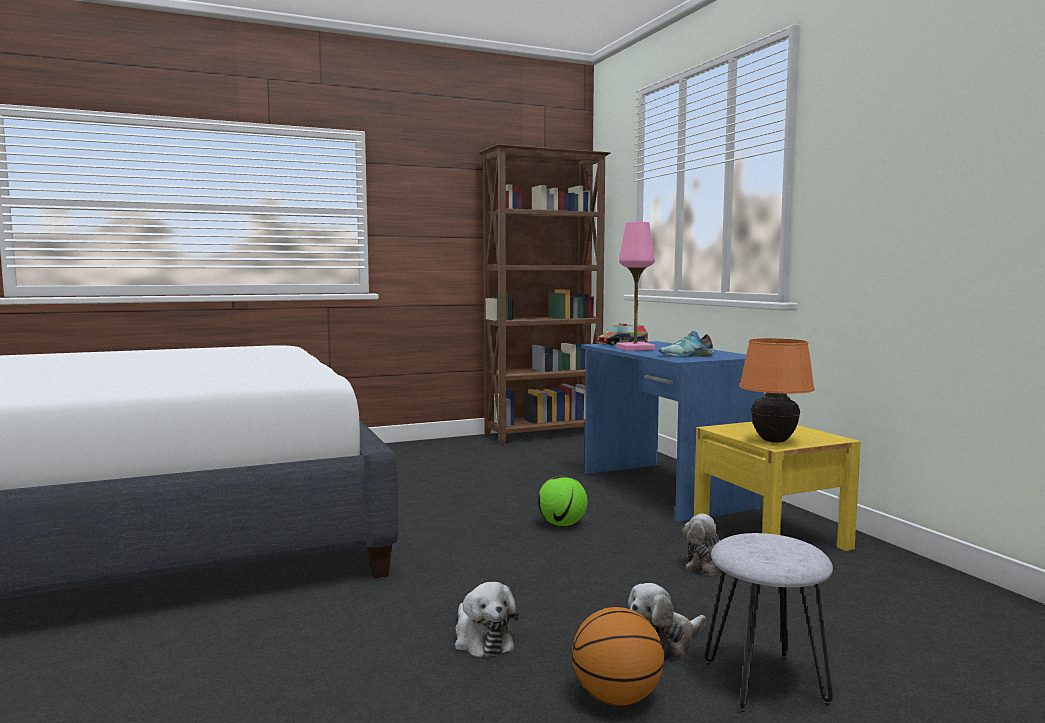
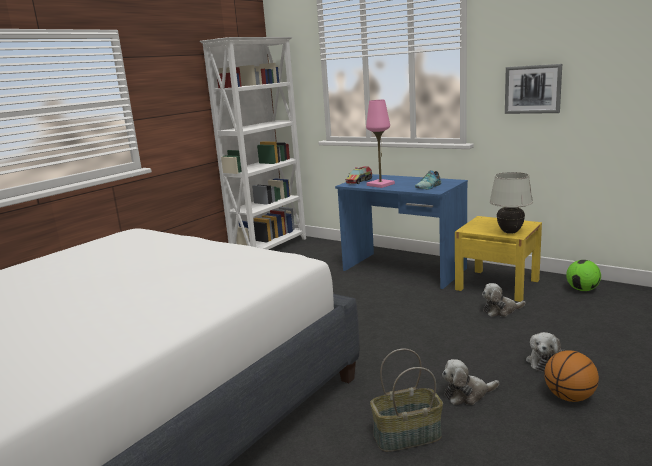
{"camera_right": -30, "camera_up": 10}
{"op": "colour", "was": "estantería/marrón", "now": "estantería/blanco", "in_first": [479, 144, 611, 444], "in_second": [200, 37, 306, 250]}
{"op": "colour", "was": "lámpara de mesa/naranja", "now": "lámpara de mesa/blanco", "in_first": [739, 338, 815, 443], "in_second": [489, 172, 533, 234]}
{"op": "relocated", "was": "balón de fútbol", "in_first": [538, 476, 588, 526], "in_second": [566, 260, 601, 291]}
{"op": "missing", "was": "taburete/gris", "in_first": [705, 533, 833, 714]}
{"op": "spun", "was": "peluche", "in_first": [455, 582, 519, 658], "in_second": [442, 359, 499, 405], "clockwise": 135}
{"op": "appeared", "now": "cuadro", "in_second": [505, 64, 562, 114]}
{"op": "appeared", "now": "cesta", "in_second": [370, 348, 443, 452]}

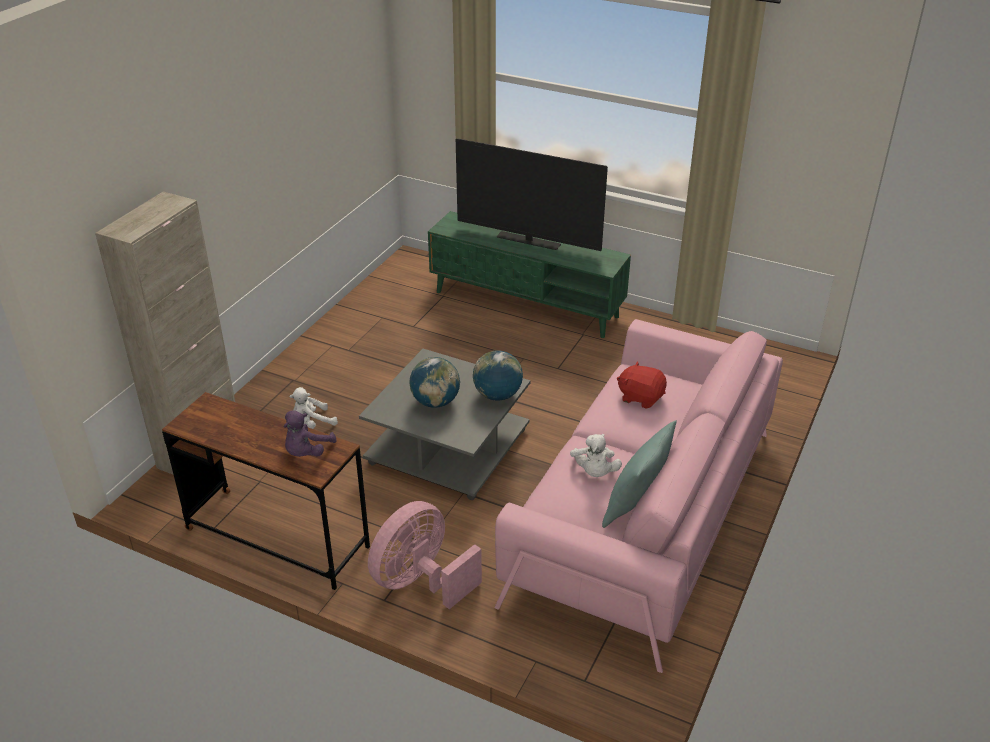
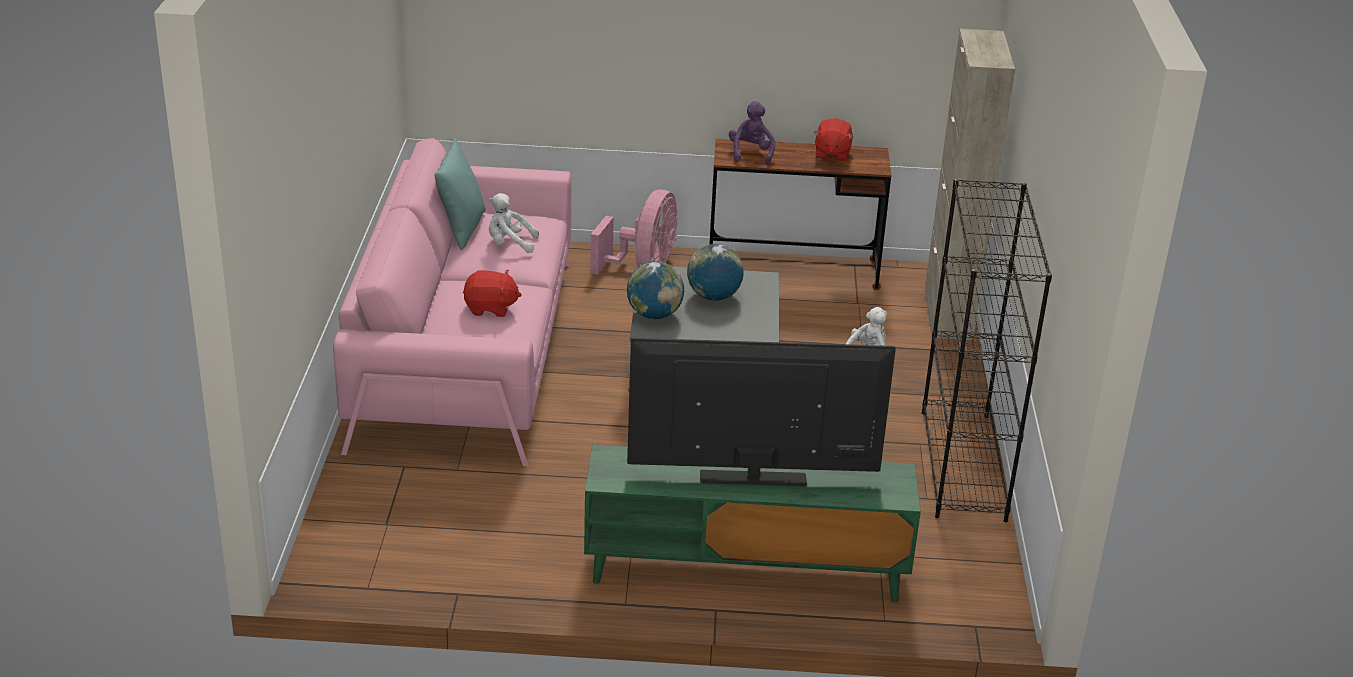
{"camera_right": 155, "camera_up": -5}
{"op": "spun", "was": "peluche/blanco", "in_first": [570, 434, 622, 477], "in_second": [489, 193, 539, 253], "clockwise": -60}
{"op": "appeared", "now": "peluche/rojo", "in_second": [813, 118, 854, 162]}
{"op": "appeared", "now": "estantería/negro", "in_second": [922, 179, 1052, 522]}

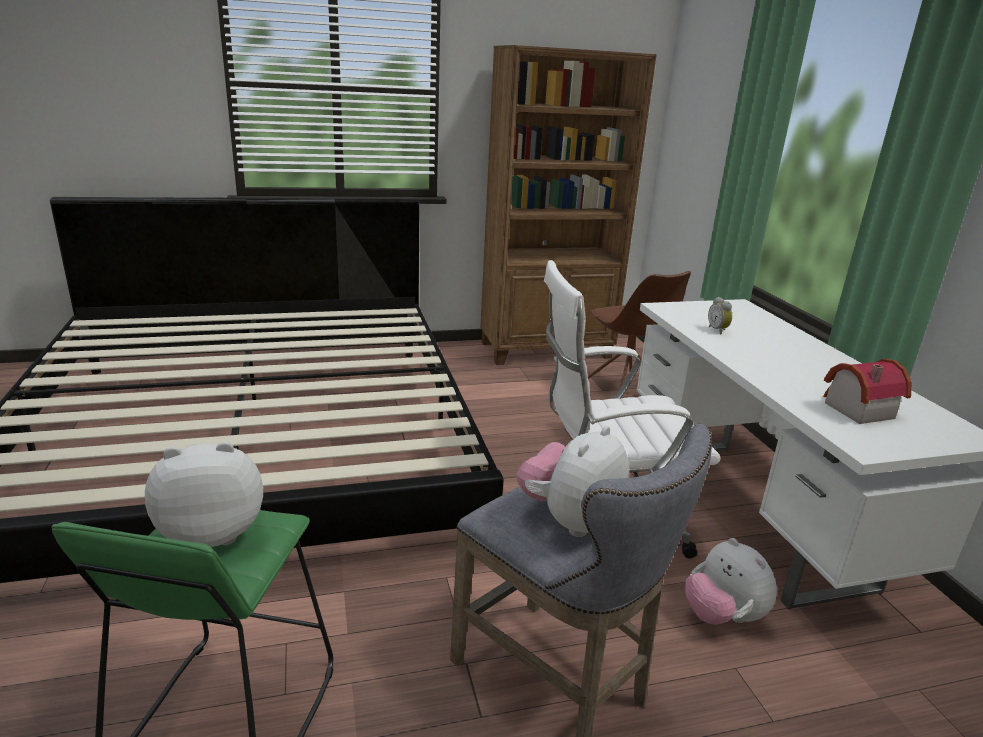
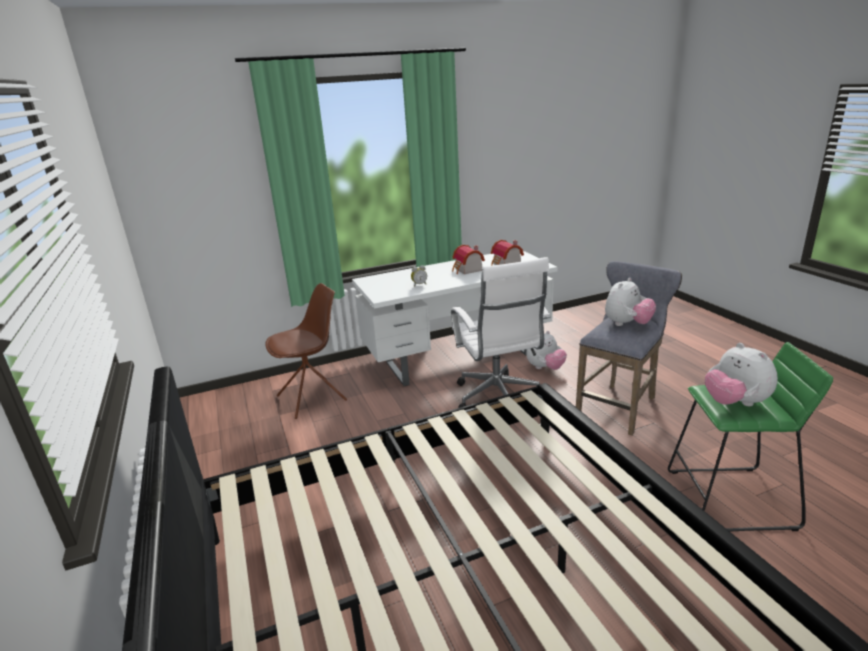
{"camera_right": -95, "camera_up": 0}
{"op": "missing", "was": "estantería/marrón", "in_first": [480, 45, 657, 365]}
{"op": "spun", "was": "peluche", "in_first": [517, 426, 629, 537], "in_second": [605, 278, 656, 326], "clockwise": -75}
{"op": "appeared", "now": "casita", "in_second": [452, 245, 485, 274]}

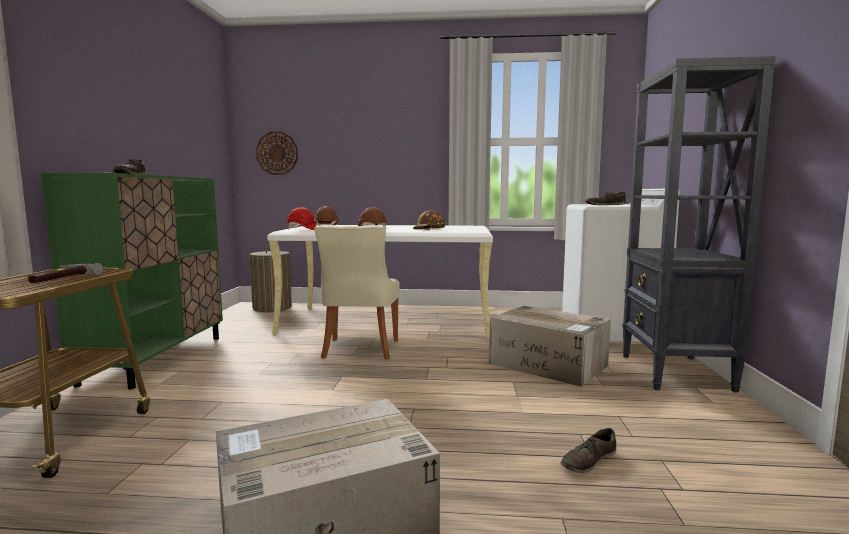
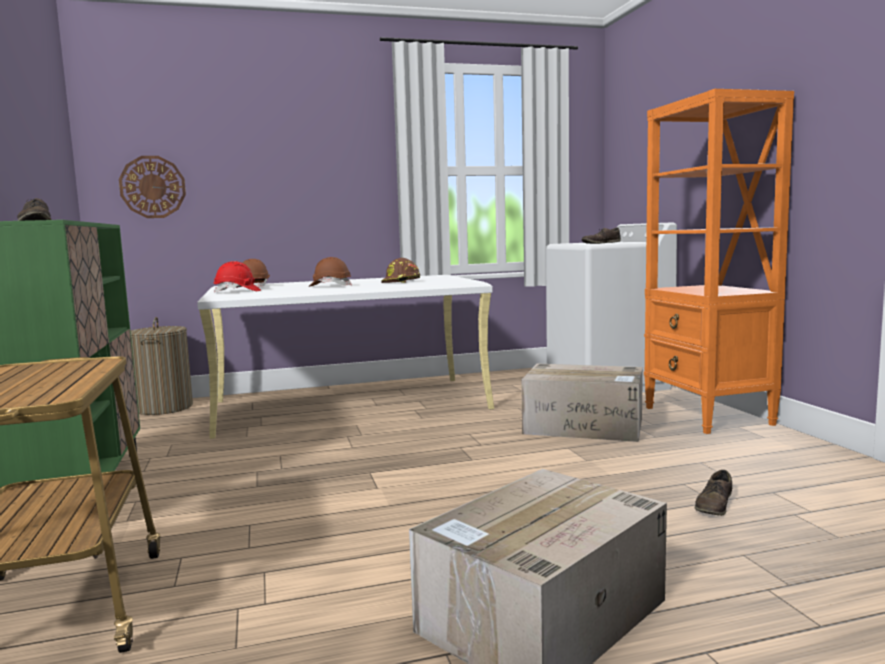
{"camera_right": -20, "camera_up": 0}
{"op": "colour", "was": "estantería/negro", "now": "estantería/naranja", "in_first": [622, 56, 776, 393], "in_second": [644, 89, 794, 434]}
{"op": "missing", "was": "silla/beis", "in_first": [314, 225, 400, 360]}
{"op": "missing", "was": "martillo", "in_first": [28, 263, 103, 283]}

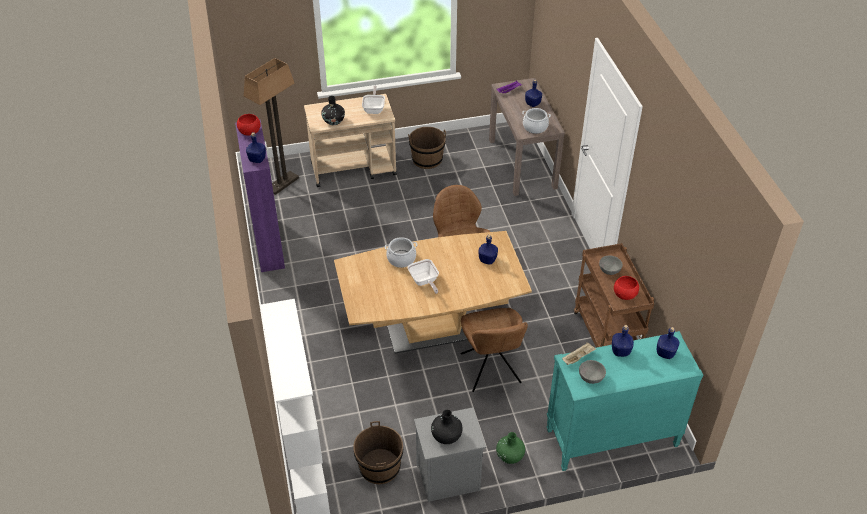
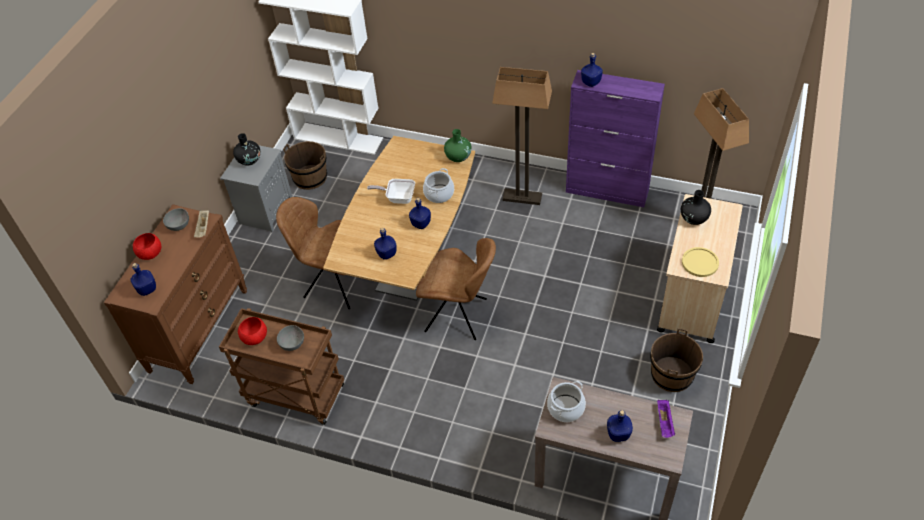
{"camera_right": 125, "camera_up": 5}
{"op": "exchanged", "was": "sartén", "now": "plato/amarillo", "in_first": [362, 86, 385, 114], "in_second": [682, 247, 719, 277]}
{"op": "relocated", "was": "cuenco/rojo", "in_first": [237, 114, 260, 135], "in_second": [133, 233, 161, 260]}
{"op": "relocated", "was": "botella/azul", "in_first": [612, 325, 634, 357], "in_second": [409, 198, 431, 229]}
{"op": "colour", "was": "cómoda/turquesa", "now": "cómoda/marrón", "in_first": [547, 331, 703, 471], "in_second": [104, 204, 247, 384]}
{"op": "relocated", "was": "florero/verde", "in_first": [496, 432, 525, 464], "in_second": [444, 129, 472, 162]}
{"op": "appeared", "now": "lámpara de pie", "in_second": [492, 67, 552, 205]}

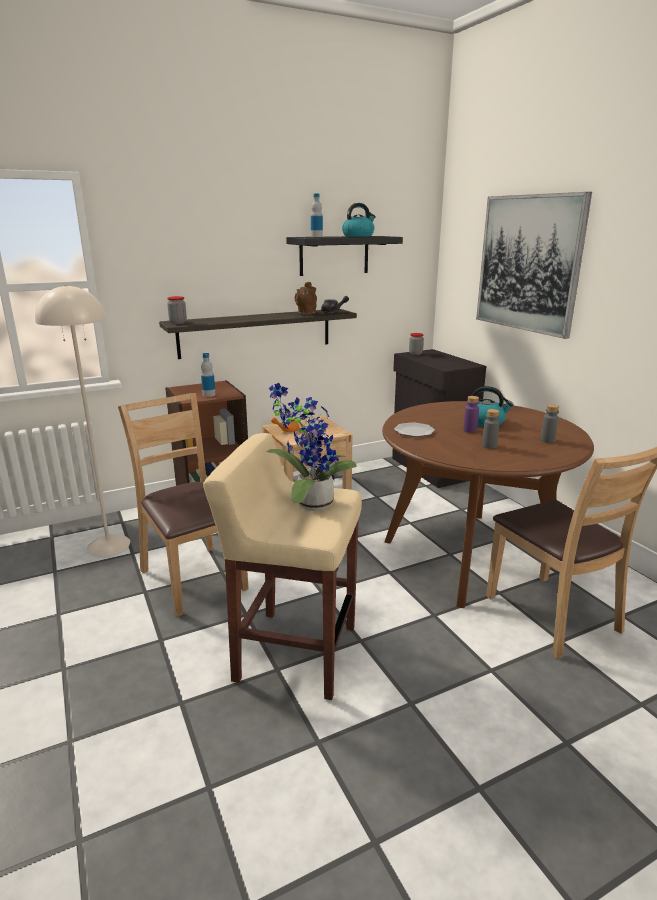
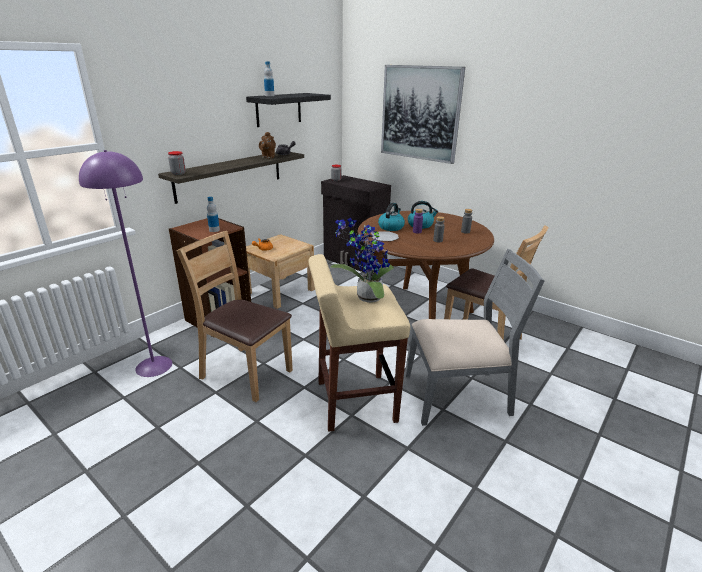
{"camera_right": -25, "camera_up": 5}
{"op": "relocated", "was": "hervidor", "in_first": [342, 203, 376, 237], "in_second": [378, 203, 405, 231]}
{"op": "colour", "was": "lámpara de pie/beis", "now": "lámpara de pie/morado", "in_first": [35, 284, 130, 556], "in_second": [79, 150, 172, 377]}
{"op": "appeared", "now": "silla/gris", "in_second": [405, 249, 545, 426]}

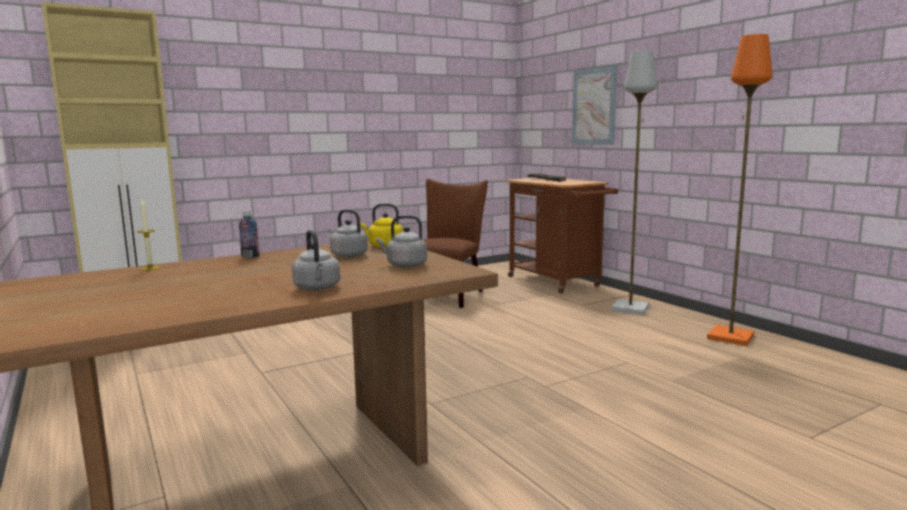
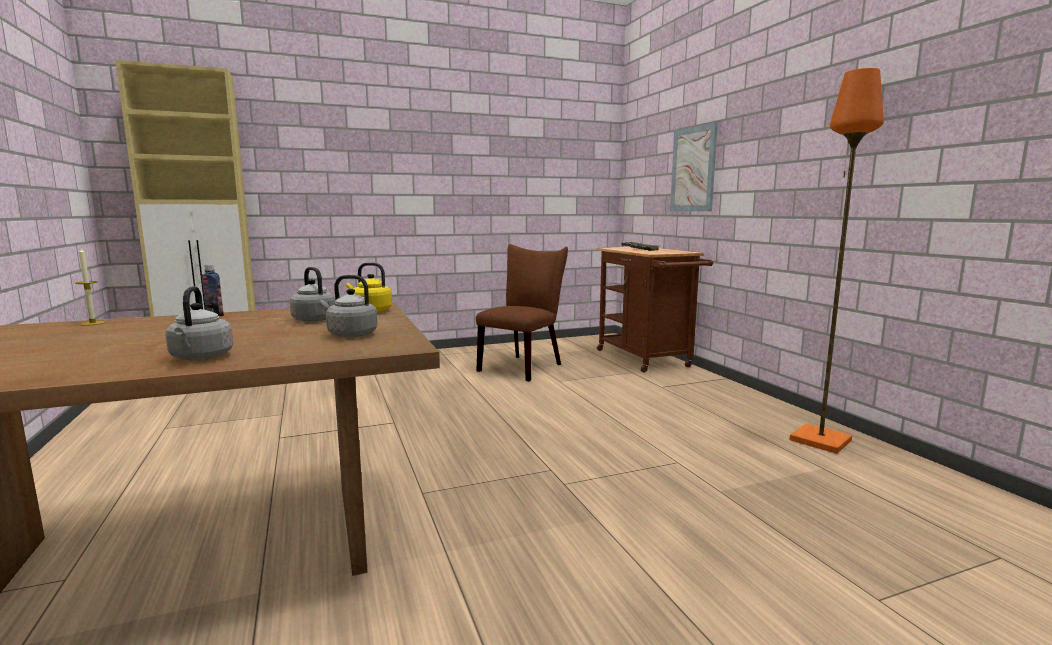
{"camera_right": 10, "camera_up": 0}
{"op": "missing", "was": "lámpara de pie/gris", "in_first": [611, 50, 657, 315]}

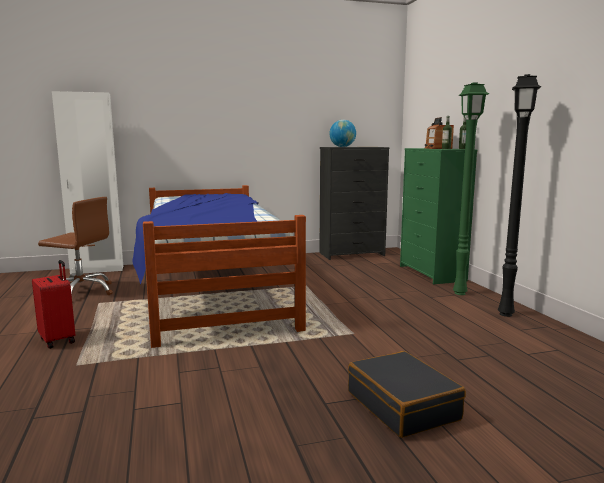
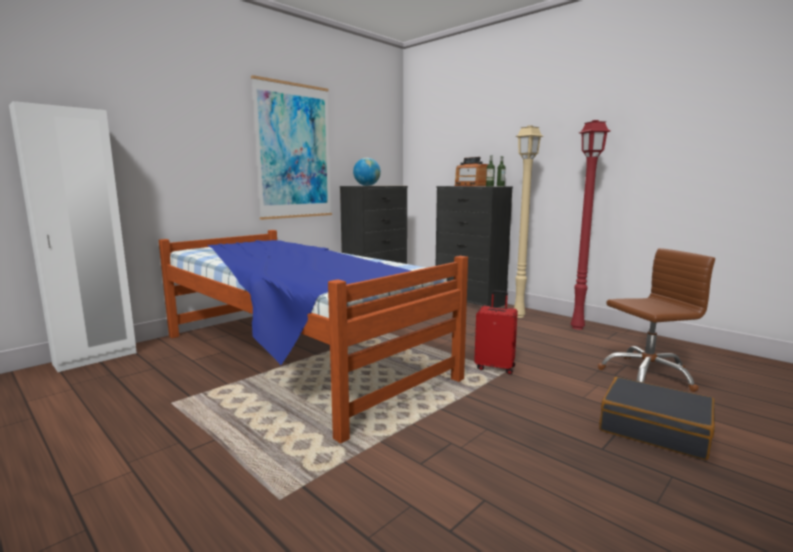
{"camera_right": -30, "camera_up": 0}
{"op": "colour", "was": "lámpara de pie/negro", "now": "lámpara de pie/rojo", "in_first": [498, 74, 541, 317], "in_second": [571, 120, 610, 330]}
{"op": "colour", "was": "lámpara de pie/verde", "now": "lámpara de pie/beis", "in_first": [453, 83, 489, 295], "in_second": [514, 125, 543, 318]}
{"op": "colour", "was": "cómoda/verde", "now": "cómoda/negro", "in_first": [400, 148, 477, 284], "in_second": [436, 186, 513, 308]}
{"op": "relocated", "was": "silla de oficina/marrón", "in_first": [38, 197, 113, 295], "in_second": [598, 248, 715, 392]}
{"op": "relocated", "was": "maleta/rojo", "in_first": [32, 260, 75, 349], "in_second": [474, 290, 518, 375]}
{"op": "appeared", "now": "cuadro", "in_second": [251, 75, 332, 220]}

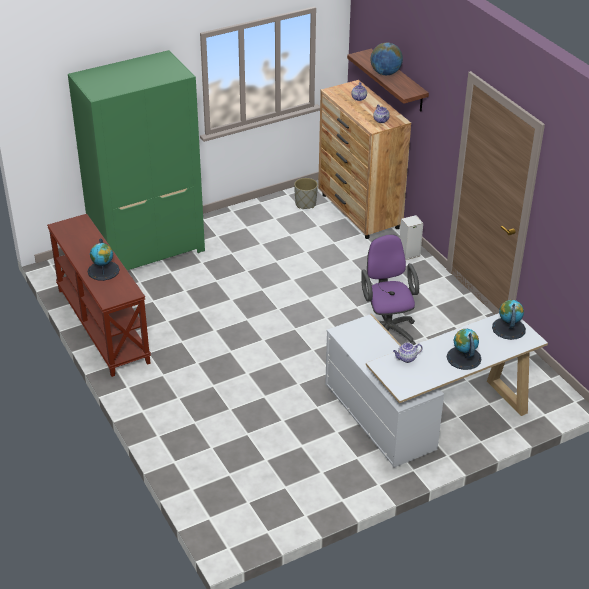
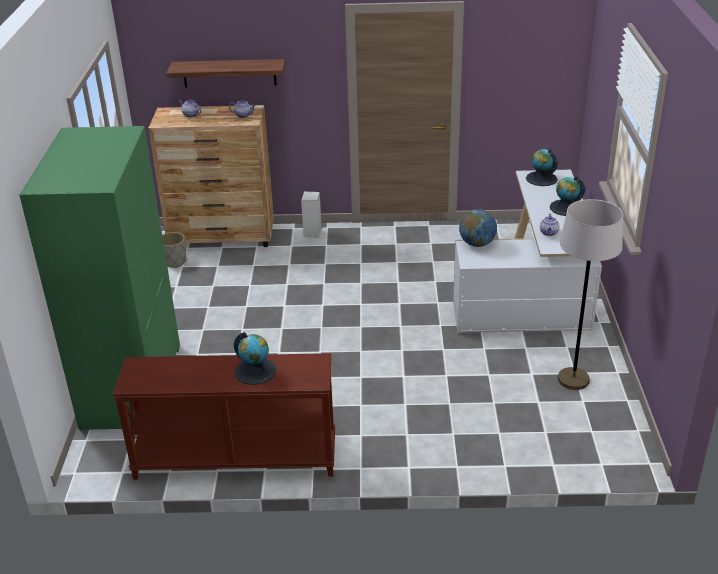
{"camera_right": -60, "camera_up": -5}
{"op": "relocated", "was": "globo terráqueo", "in_first": [370, 43, 403, 75], "in_second": [459, 209, 497, 247]}
{"op": "missing", "was": "silla de oficina/morado", "in_first": [361, 234, 419, 345]}
{"op": "appeared", "now": "lámpara de pie/gris", "in_second": [558, 199, 623, 390]}

